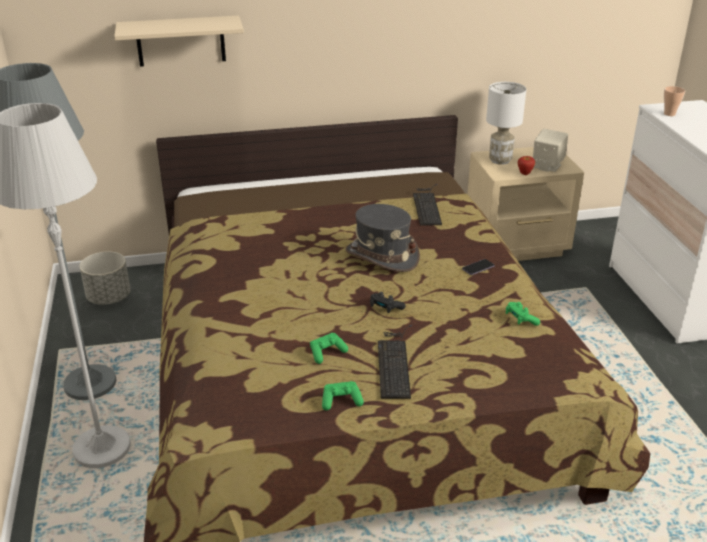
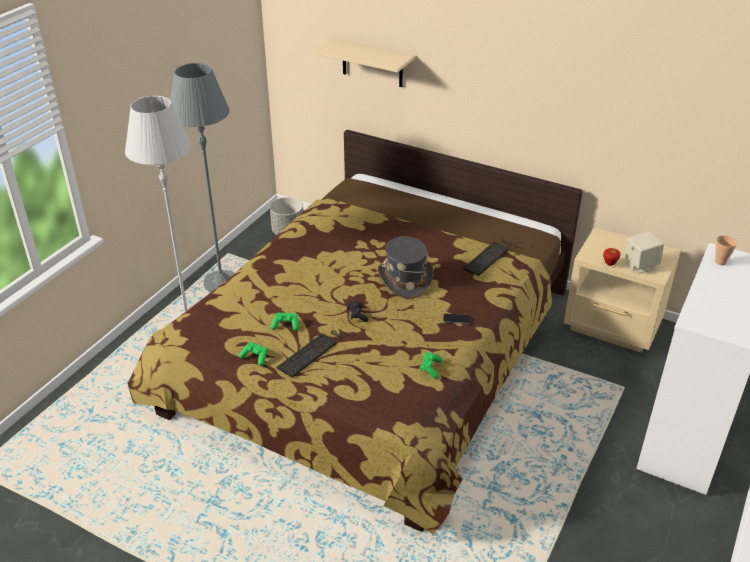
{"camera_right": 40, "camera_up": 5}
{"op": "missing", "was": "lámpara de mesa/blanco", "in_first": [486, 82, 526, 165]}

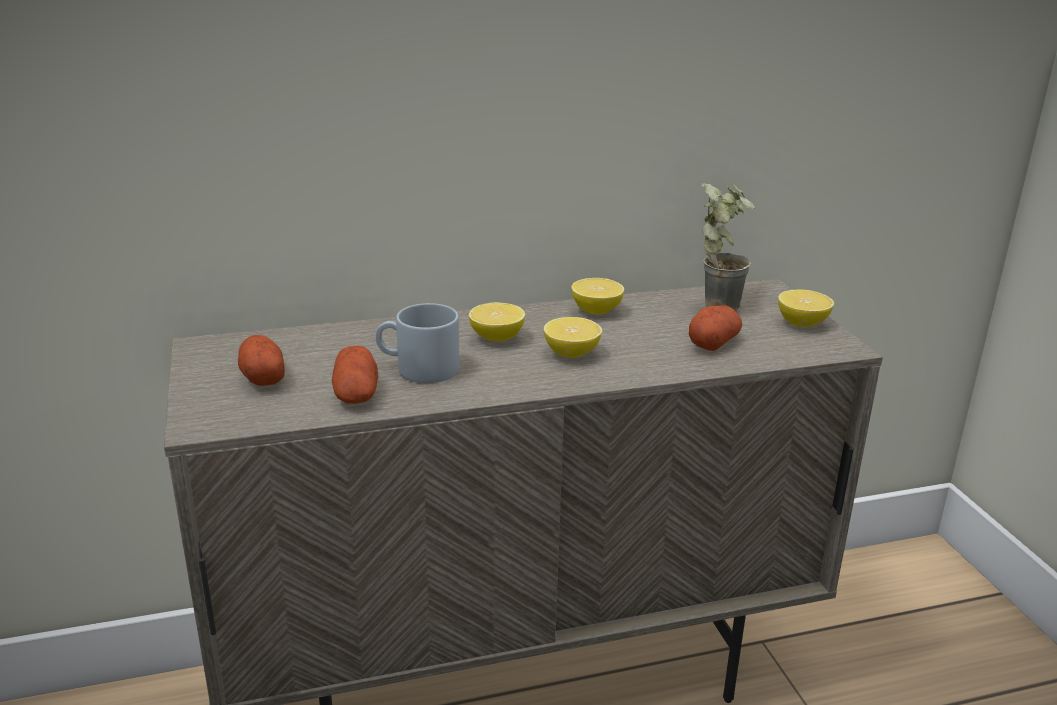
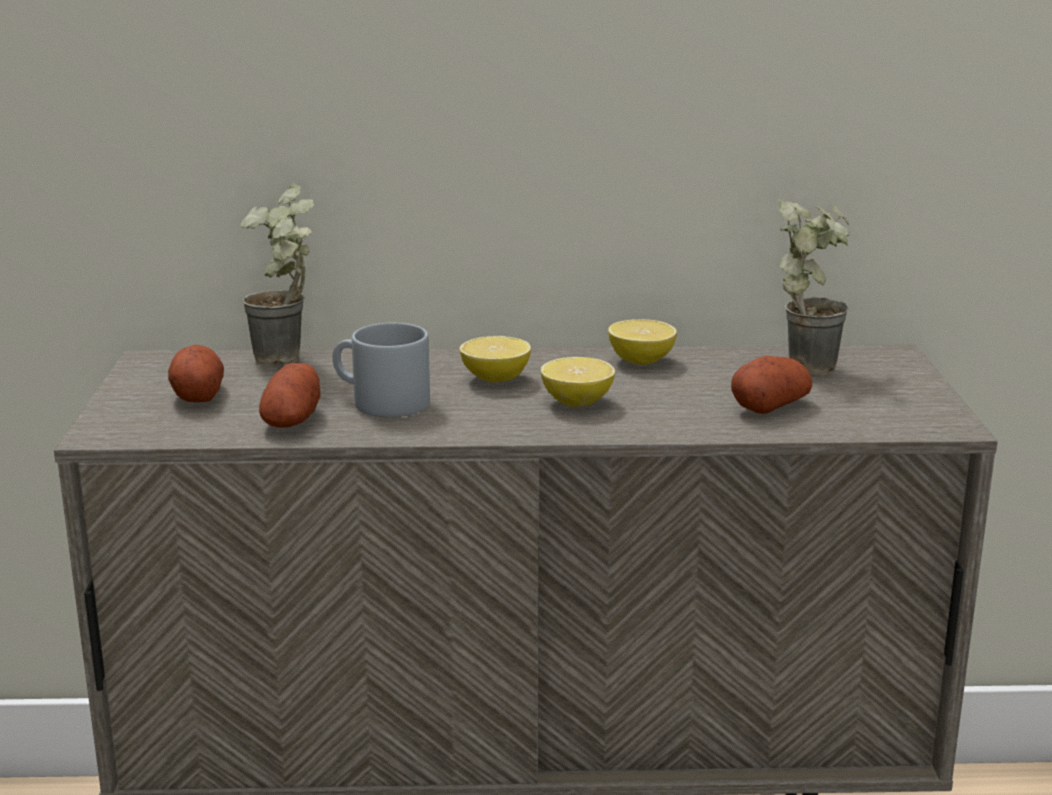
{"camera_right": 15, "camera_up": -5}
{"op": "missing", "was": "limón", "in_first": [778, 289, 834, 327]}
{"op": "appeared", "now": "planta en maceta", "in_second": [240, 183, 314, 365]}

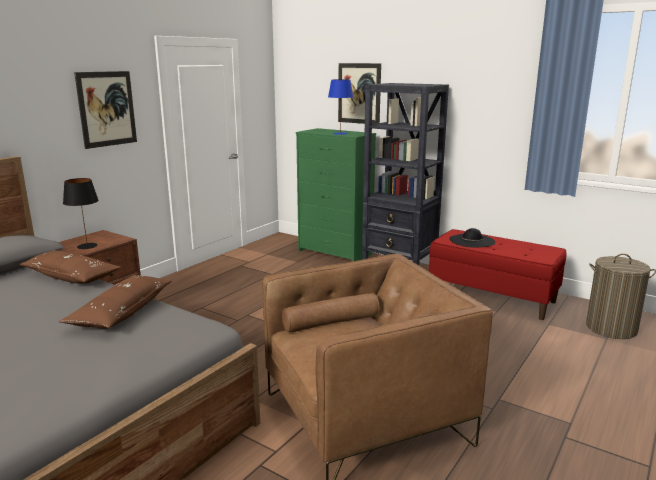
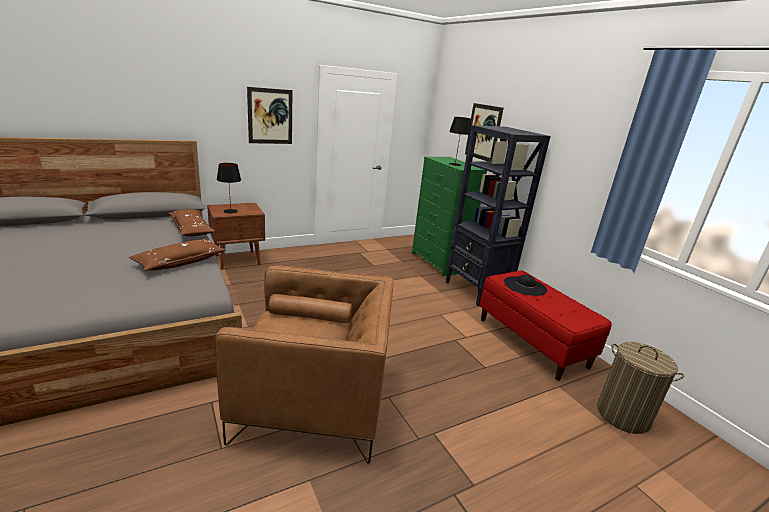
{"camera_right": 25, "camera_up": 5}
{"op": "colour", "was": "lámpara de mesa/azul", "now": "lámpara de mesa/negro", "in_first": [328, 79, 353, 135], "in_second": [449, 117, 471, 166]}

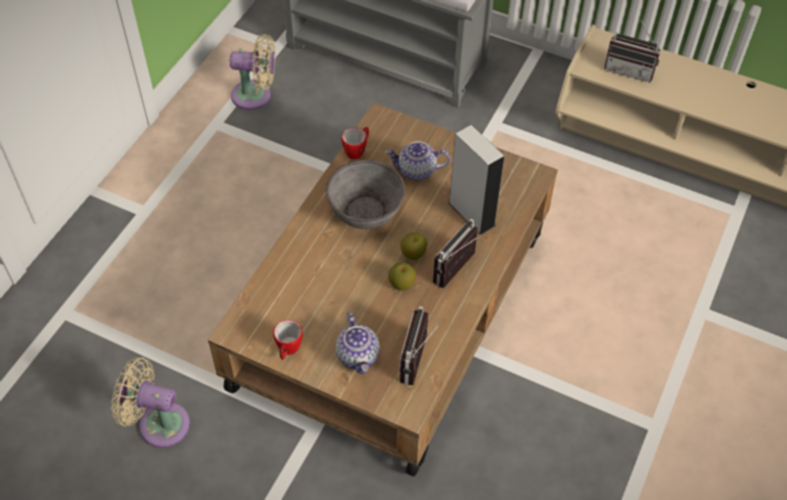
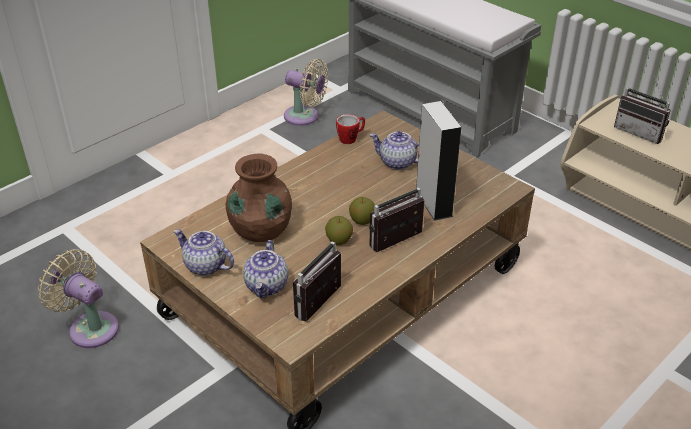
{"camera_right": 20, "camera_up": -15}
{"op": "missing", "was": "cuenco/gris", "in_first": [326, 160, 405, 229]}
{"op": "exchanged", "was": "taza grande", "now": "tetera", "in_first": [273, 320, 303, 360], "in_second": [174, 229, 234, 276]}
{"op": "appeared", "now": "florero/marrón", "in_second": [226, 153, 292, 242]}

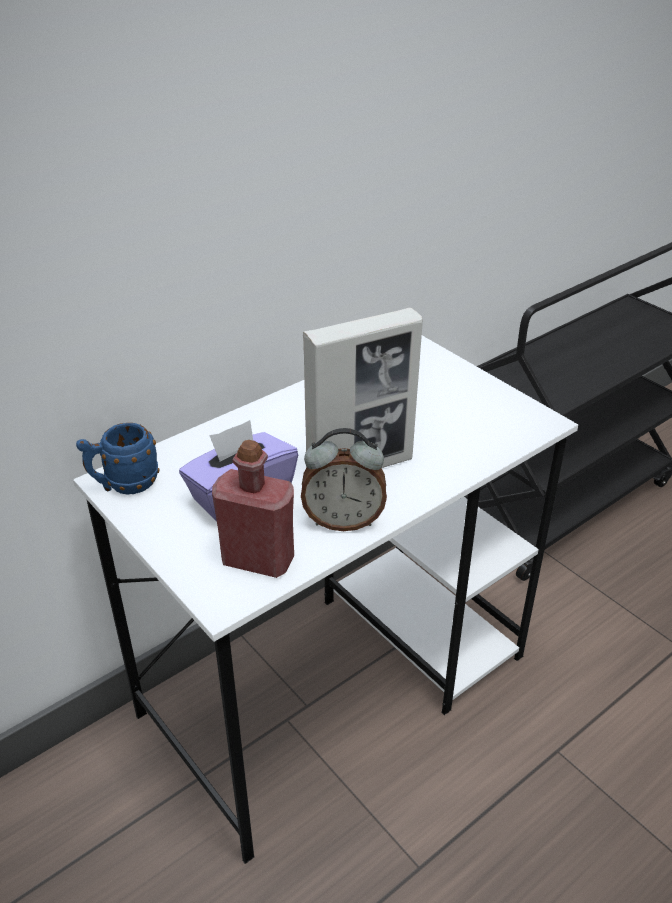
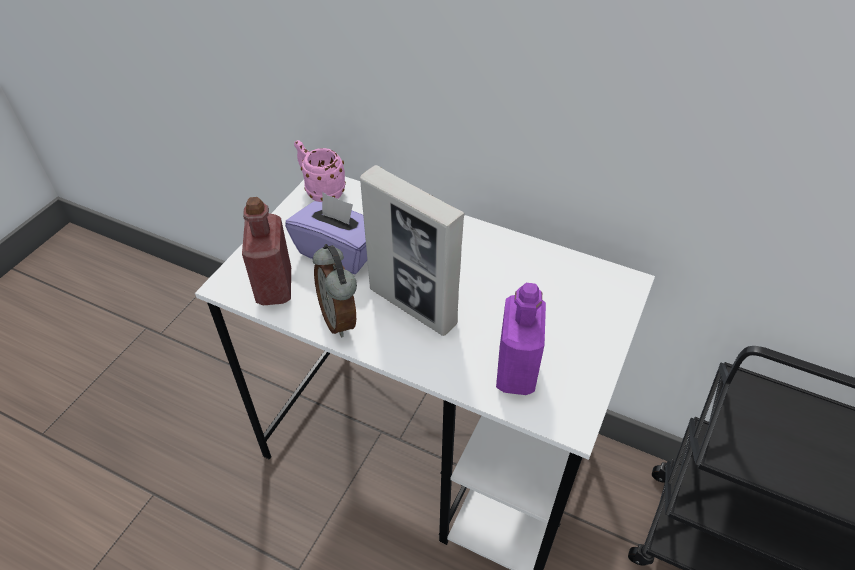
{"camera_right": 65, "camera_up": 10}
{"op": "colour", "was": "taza grande/azul", "now": "taza grande/rosa", "in_first": [76, 423, 159, 494], "in_second": [294, 140, 346, 202]}
{"op": "appeared", "now": "botella/morado", "in_second": [496, 283, 546, 395]}

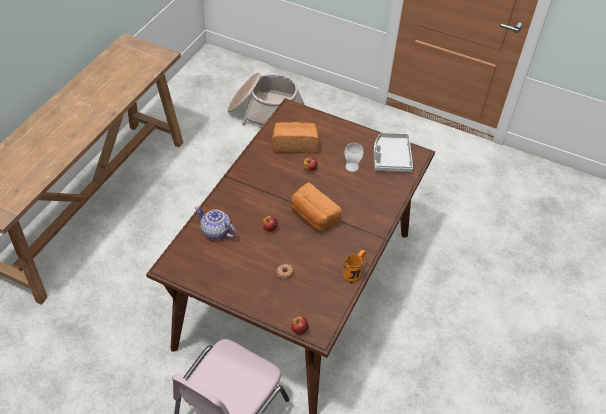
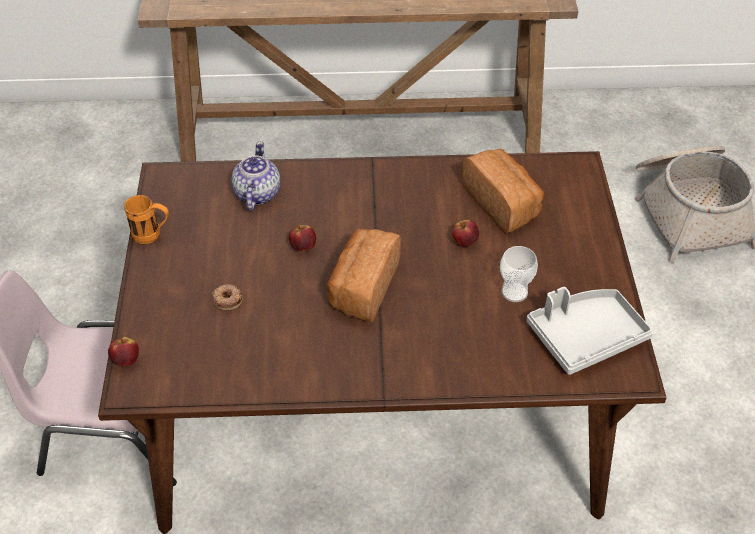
{"camera_right": 65, "camera_up": 0}
{"op": "relocated", "was": "taza grande/naranja", "in_first": [343, 250, 366, 283], "in_second": [124, 195, 169, 244]}

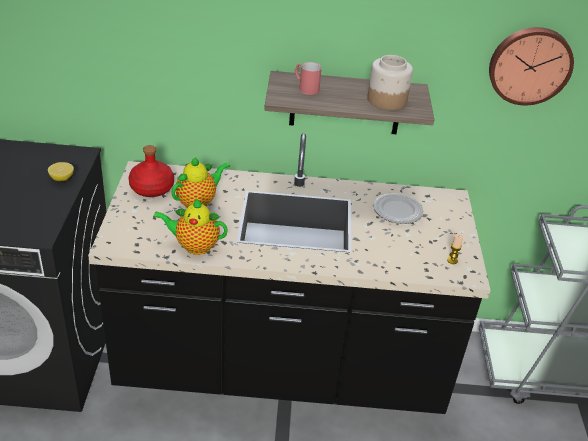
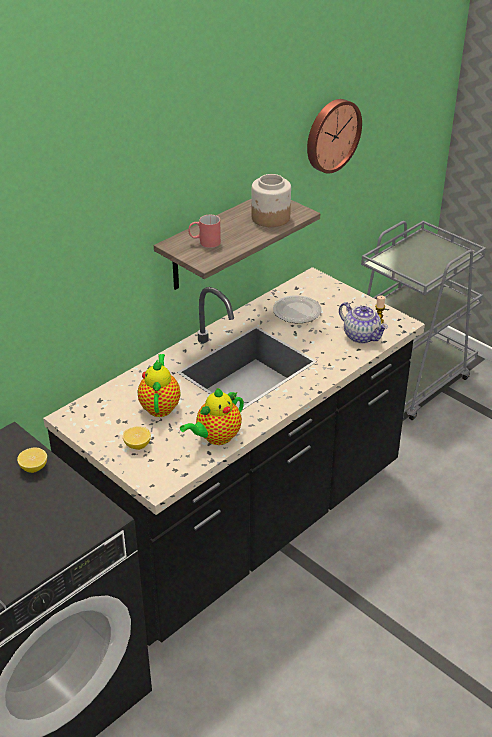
{"camera_right": -45, "camera_up": 0}
{"op": "missing", "was": "botella/rojo", "in_first": [129, 145, 174, 197]}
{"op": "appeared", "now": "tetera", "in_second": [339, 302, 388, 344]}
{"op": "appeared", "now": "limón", "in_second": [123, 426, 151, 450]}

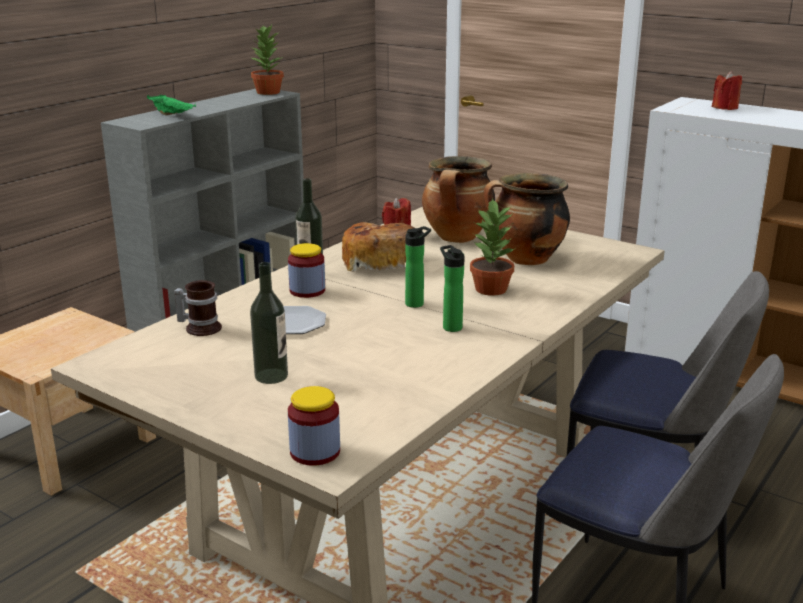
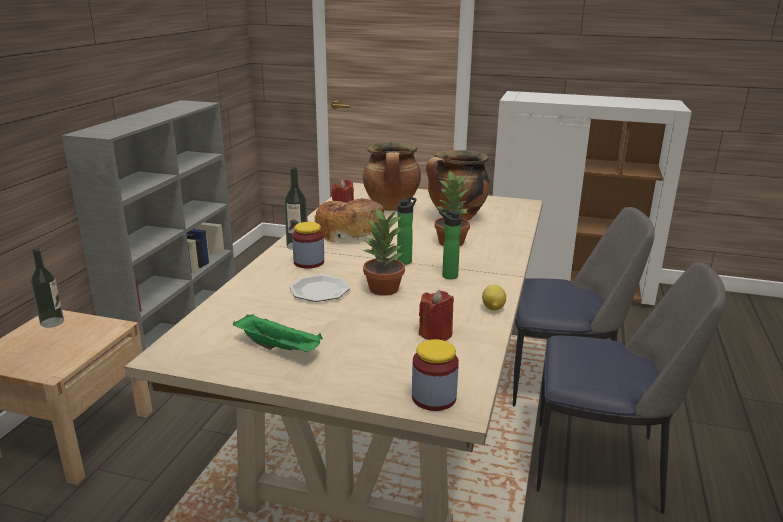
{"camera_right": -20, "camera_up": 0}
{"op": "relocated", "was": "planta en maceta", "in_first": [250, 25, 284, 95], "in_second": [363, 208, 405, 296]}
{"op": "relocated", "was": "vela/rojo", "in_first": [712, 71, 742, 110], "in_second": [419, 290, 454, 341]}
{"op": "relocated", "was": "bandeja/verde", "in_first": [147, 94, 196, 115], "in_second": [233, 314, 323, 352]}
{"op": "relocated", "was": "botella", "in_first": [250, 262, 288, 384], "in_second": [30, 248, 64, 328]}
{"op": "missing", "was": "taza grande", "in_first": [174, 280, 222, 336]}
{"op": "appeared", "now": "limón", "in_second": [482, 285, 506, 311]}

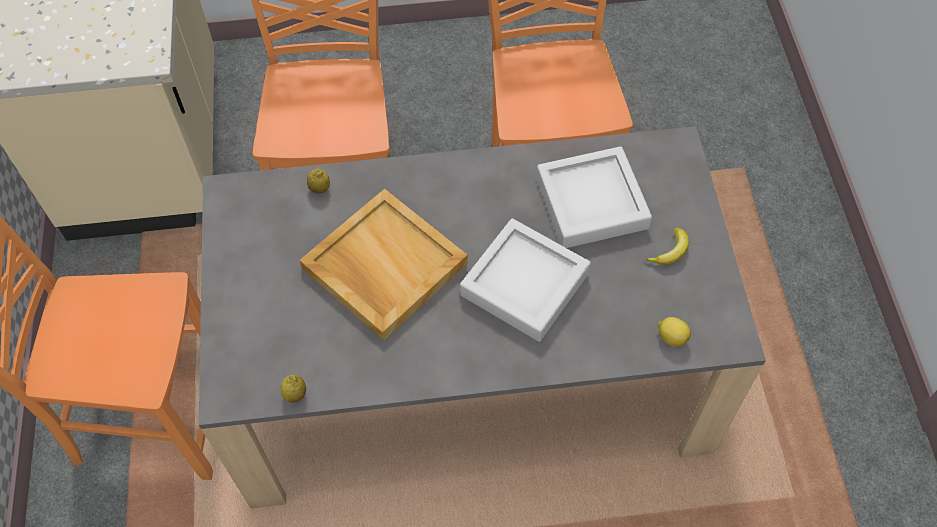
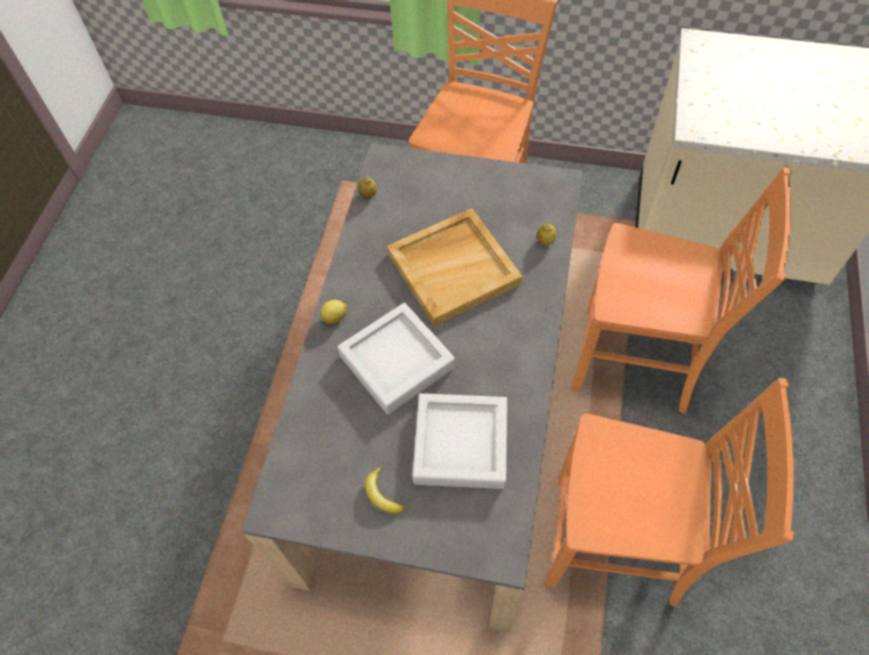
{"camera_right": 110, "camera_up": 0}
{"op": "relocated", "was": "limón", "in_first": [658, 317, 691, 347], "in_second": [320, 300, 347, 324]}

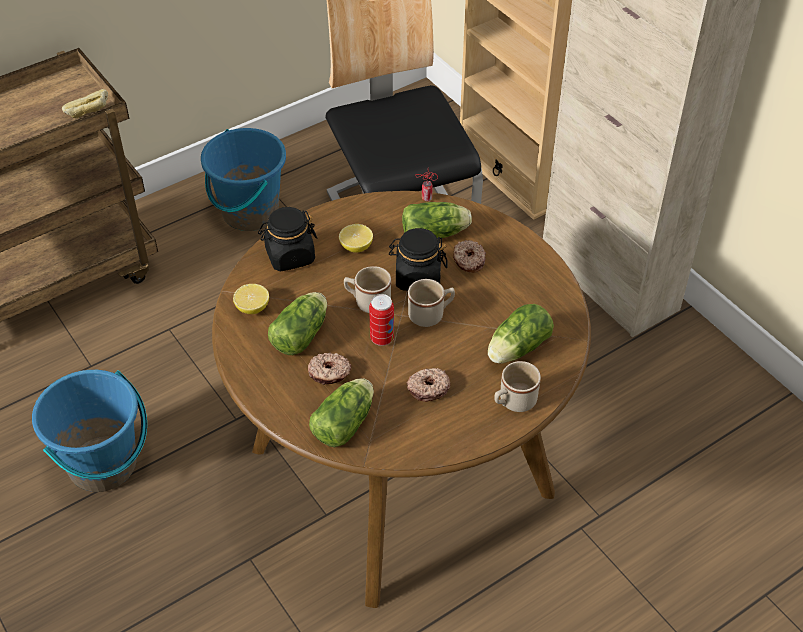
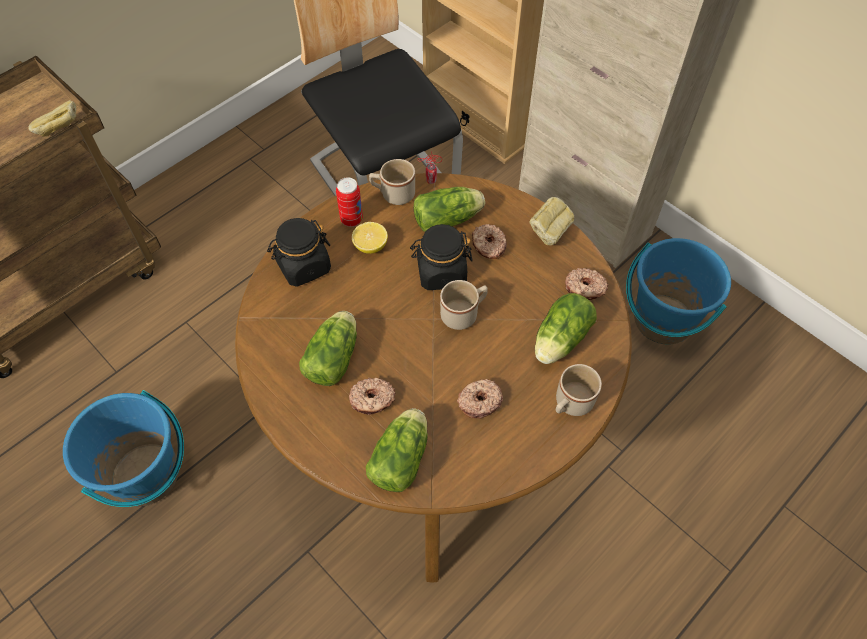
{"camera_right": -10, "camera_up": 10}
{"op": "relocated", "was": "cubo/azul", "in_first": [201, 128, 286, 231], "in_second": [626, 238, 731, 345]}
{"op": "relocated", "was": "taza grande/beis", "in_first": [344, 266, 391, 313], "in_second": [369, 159, 415, 205]}
{"op": "missing", "was": "limón", "in_first": [233, 284, 269, 314]}
{"op": "relocated", "was": "lata", "in_first": [369, 294, 394, 346], "in_second": [336, 177, 363, 227]}
{"op": "appeared", "now": "pan", "in_second": [529, 197, 574, 245]}
{"op": "appeared", "now": "rosquilla", "in_second": [565, 268, 608, 300]}

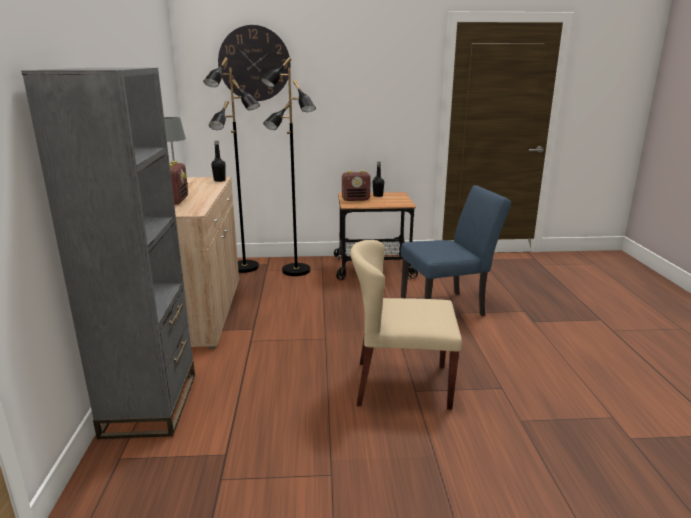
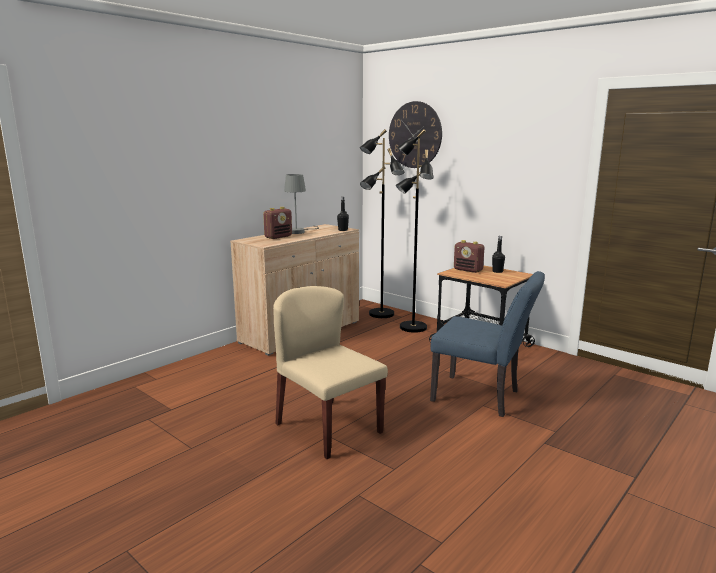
{"camera_right": 45, "camera_up": -5}
{"op": "missing", "was": "estantería/gris", "in_first": [21, 68, 195, 439]}

